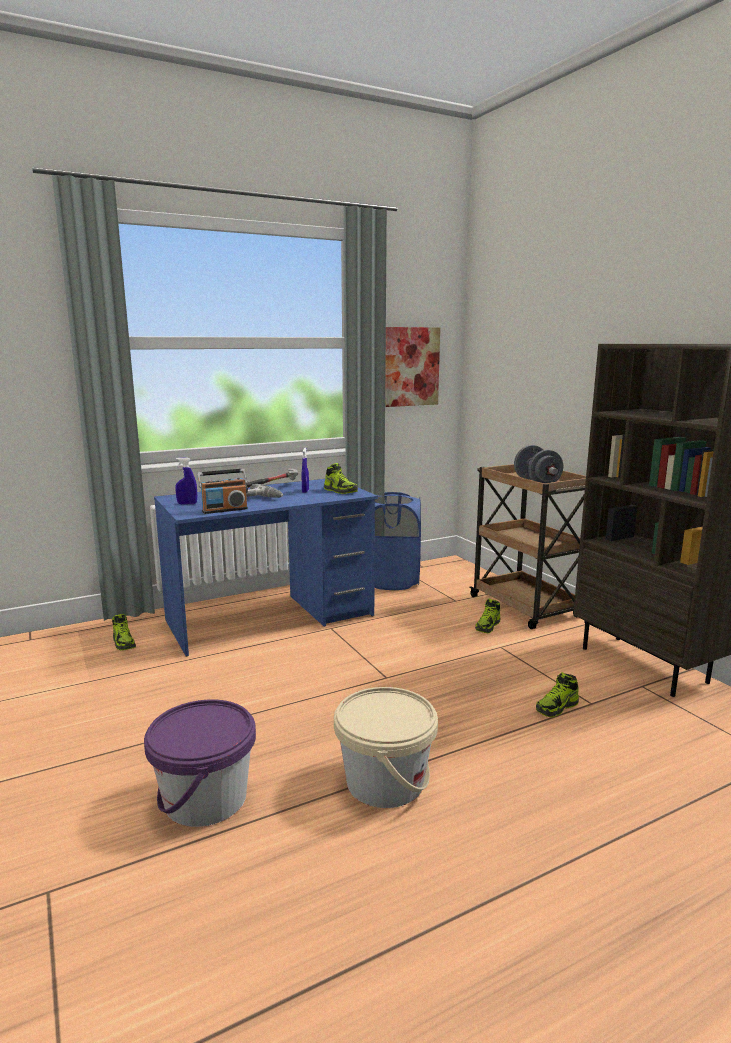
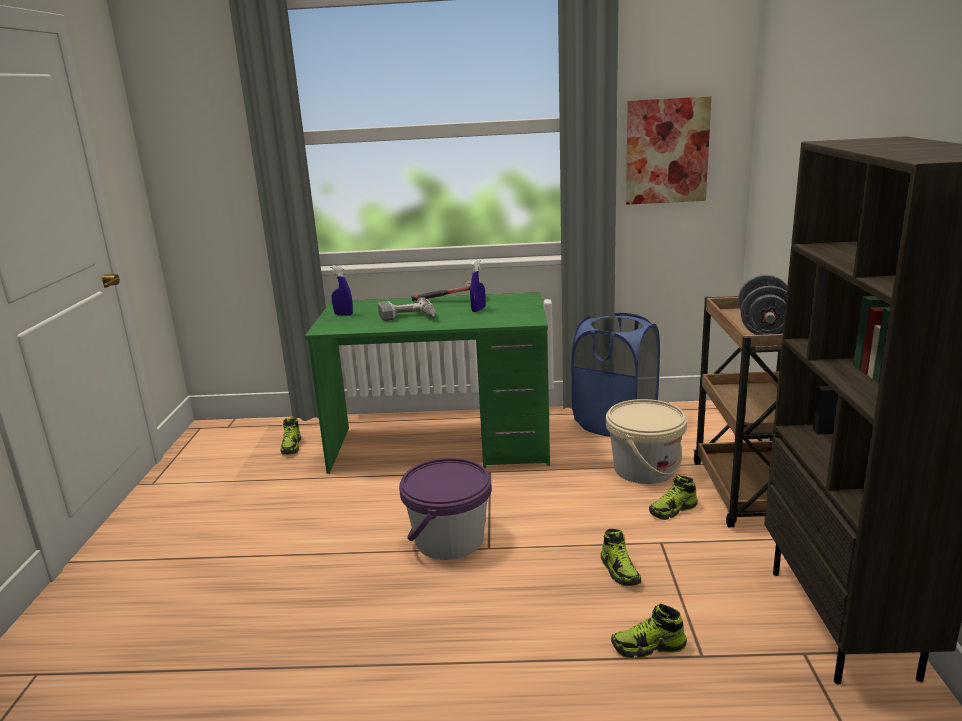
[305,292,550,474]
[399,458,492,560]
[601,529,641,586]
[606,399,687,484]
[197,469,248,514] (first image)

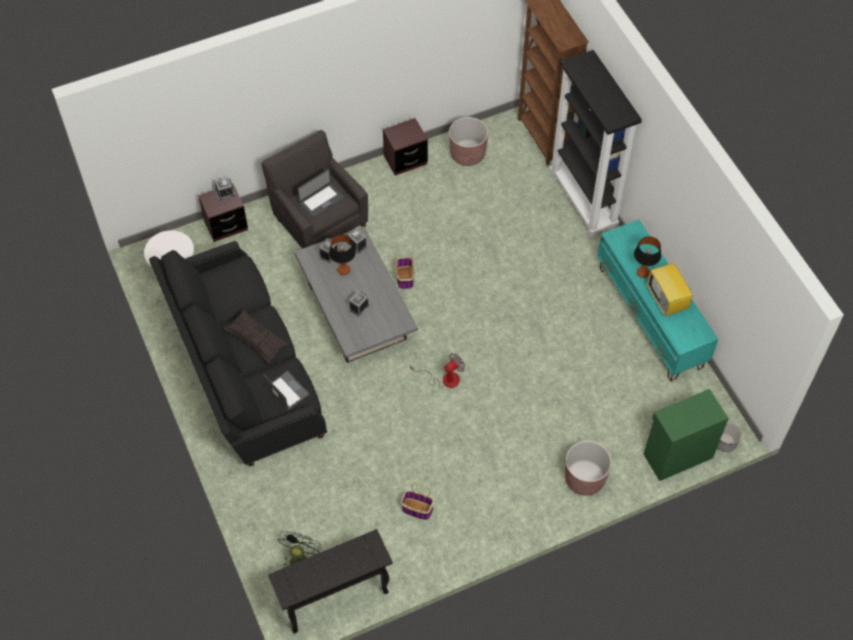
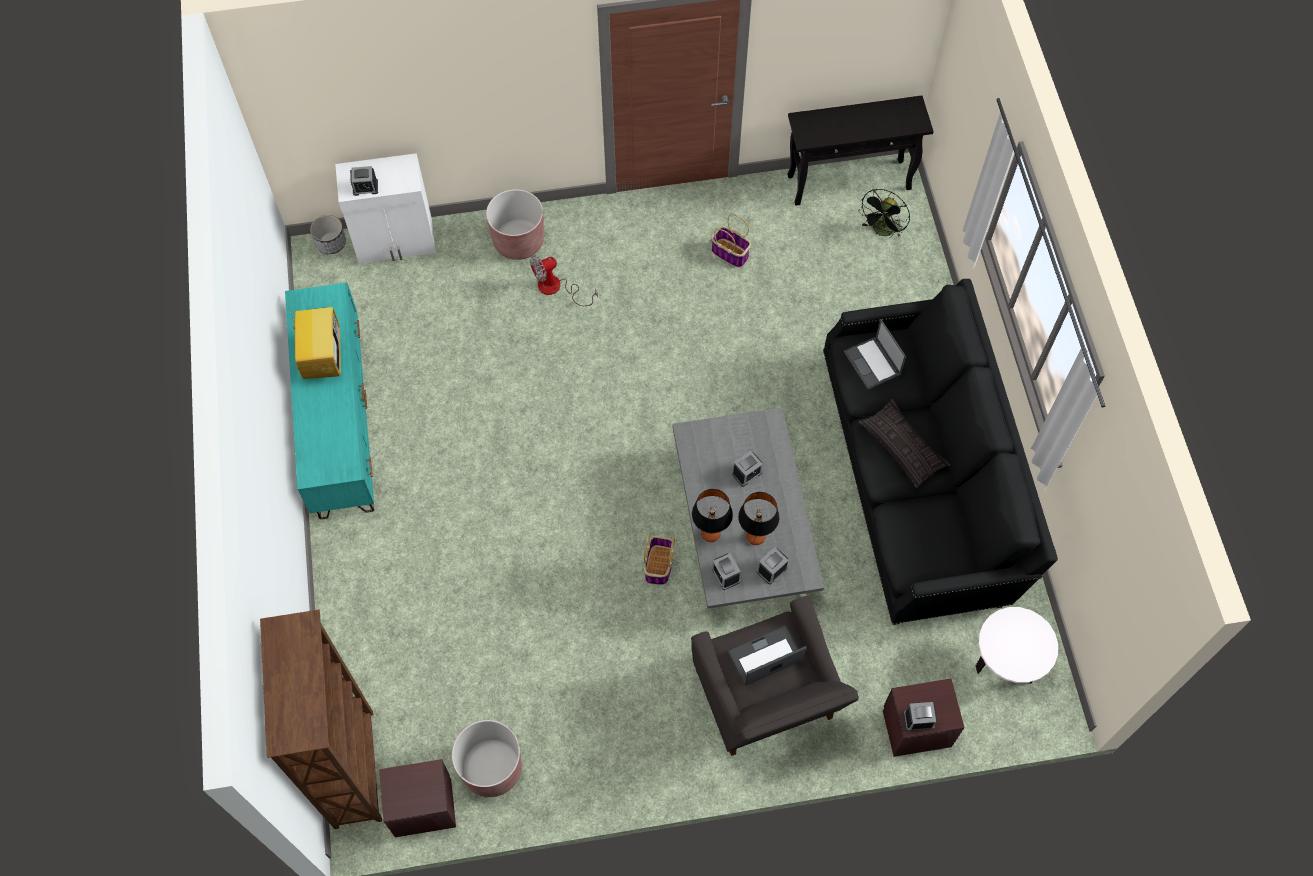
[335,153,436,263]
[350,166,378,196]
[379,759,456,837]
[530,255,598,306]
[692,489,733,542]
[549,50,642,239] (first image)

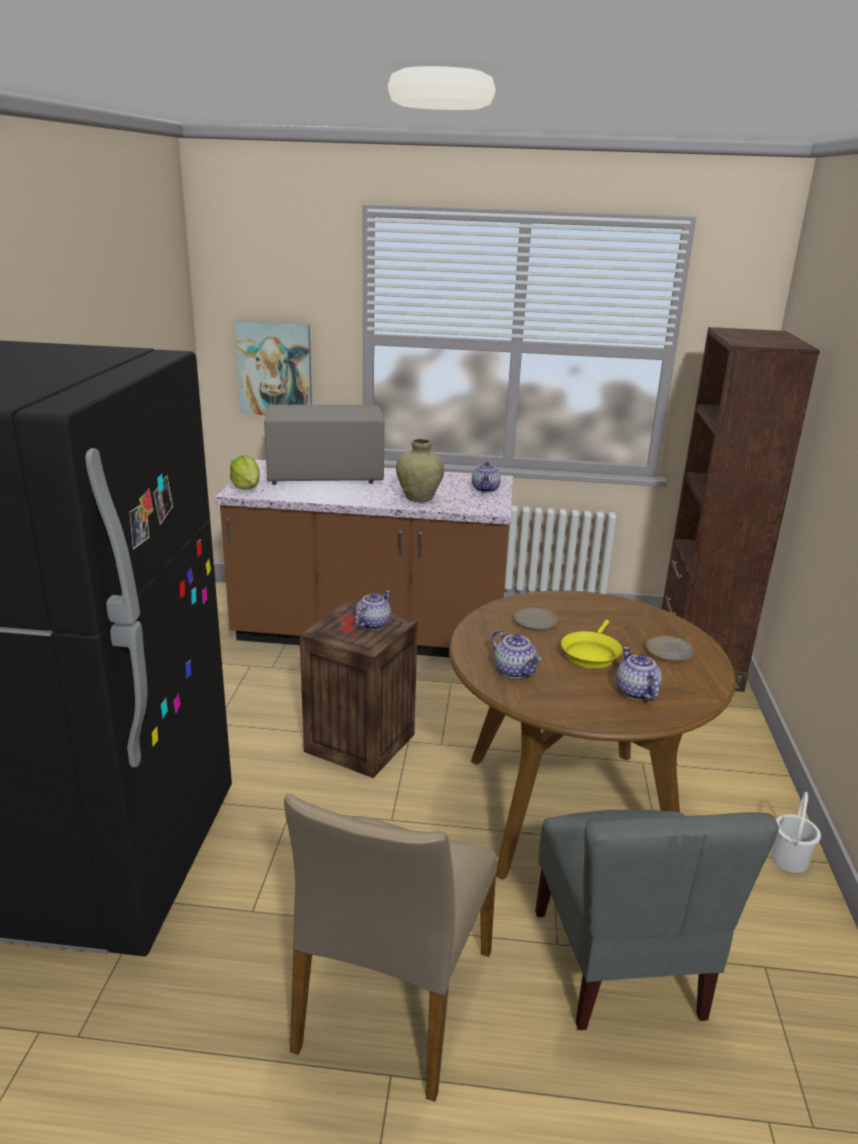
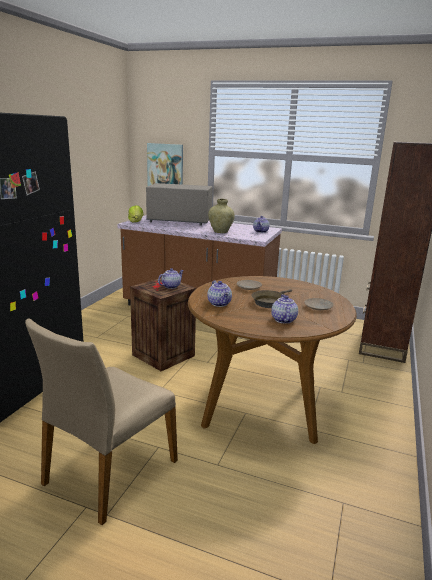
[251,289,292,308]
[535,810,779,1030] (first image)
[770,792,821,873] (first image)

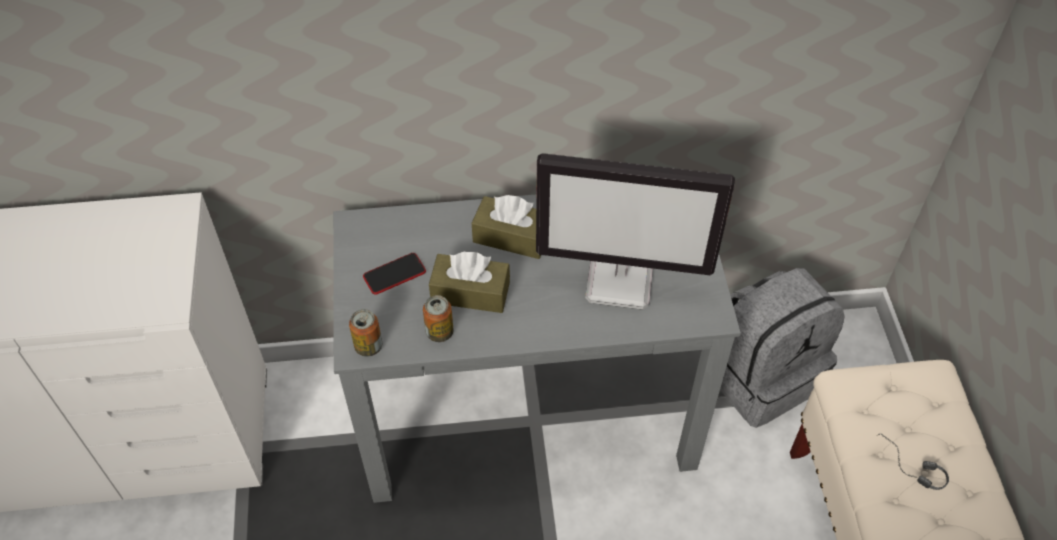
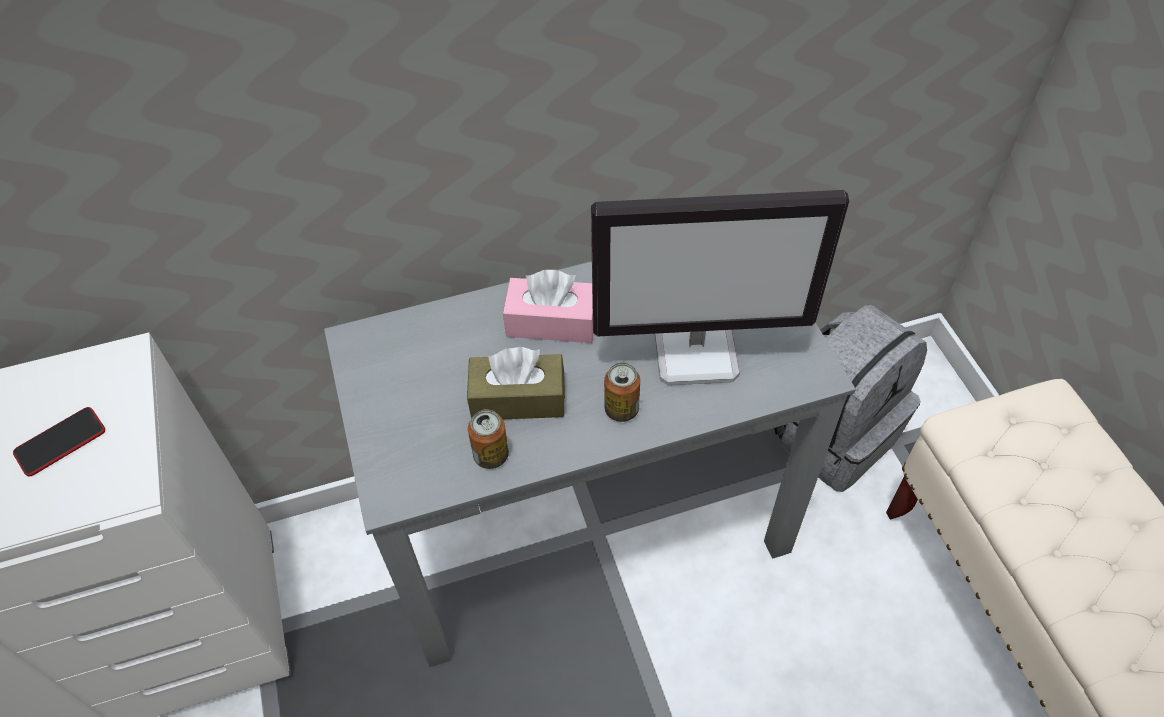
[13,407,105,476]
[503,270,594,343]
[604,363,640,422]
[878,433,949,490] (first image)

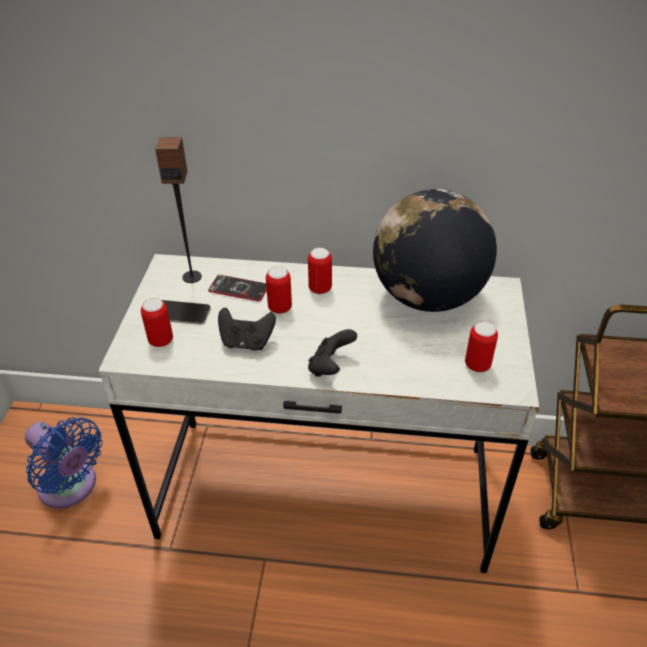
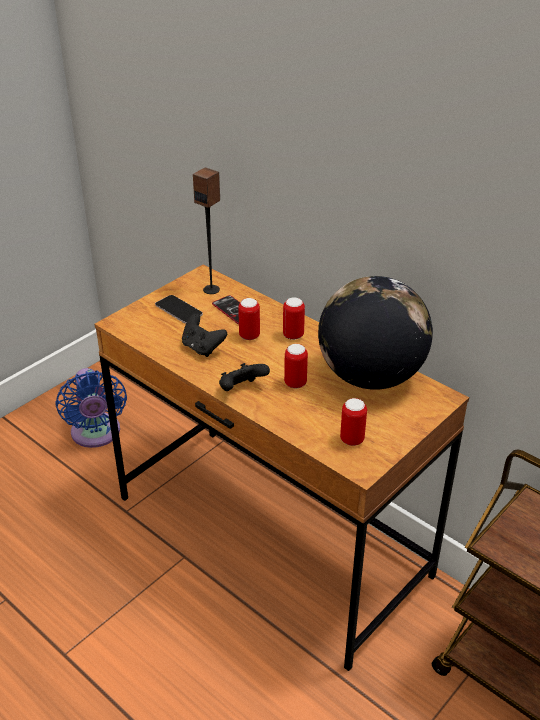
[94,264,469,671]
[284,344,308,388]

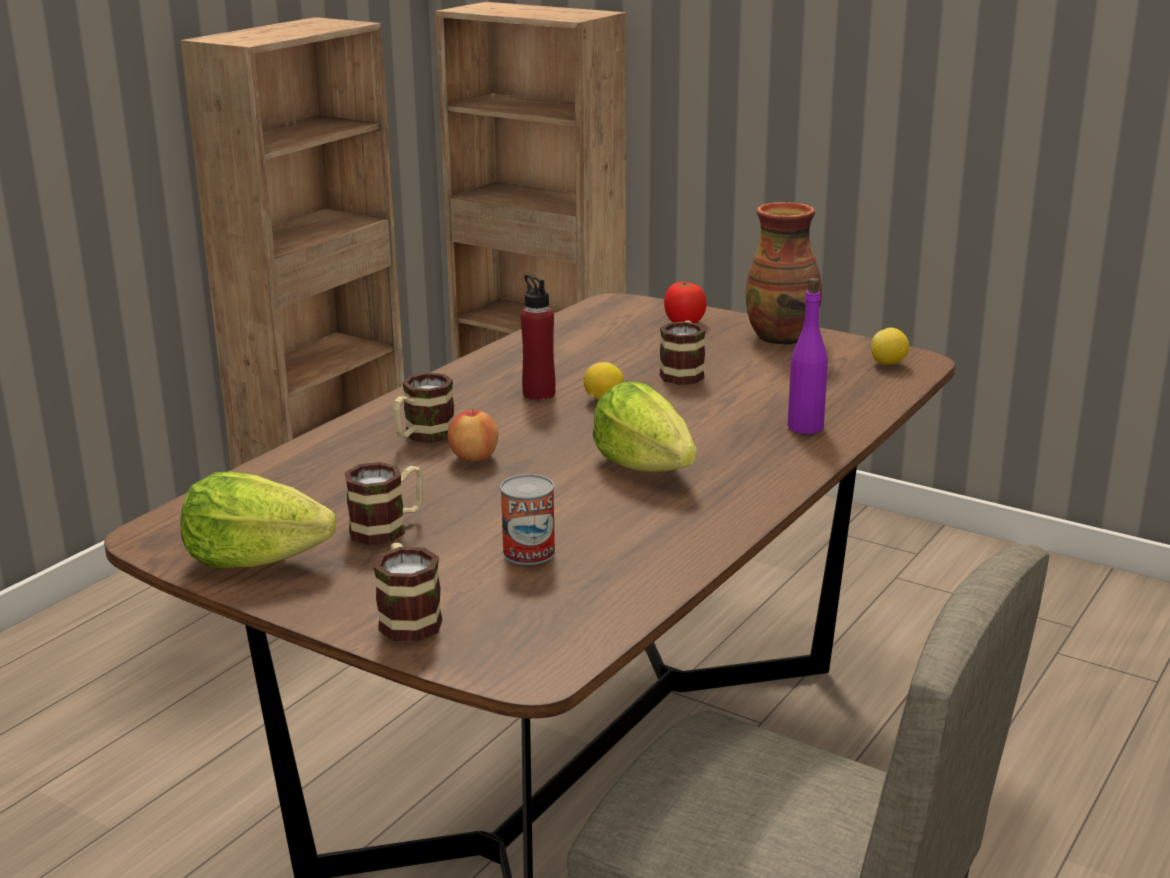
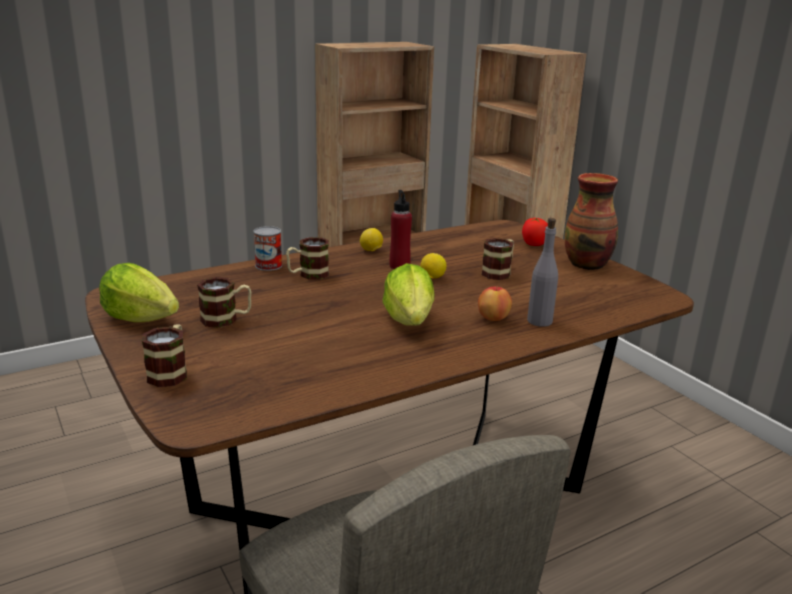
[253,226,282,271]
[360,228,383,251]
[478,285,512,321]
[527,218,558,327]

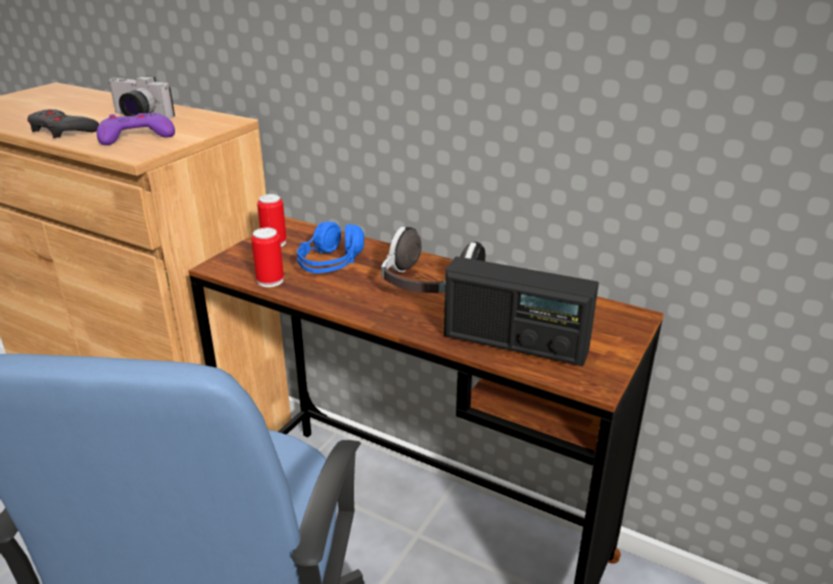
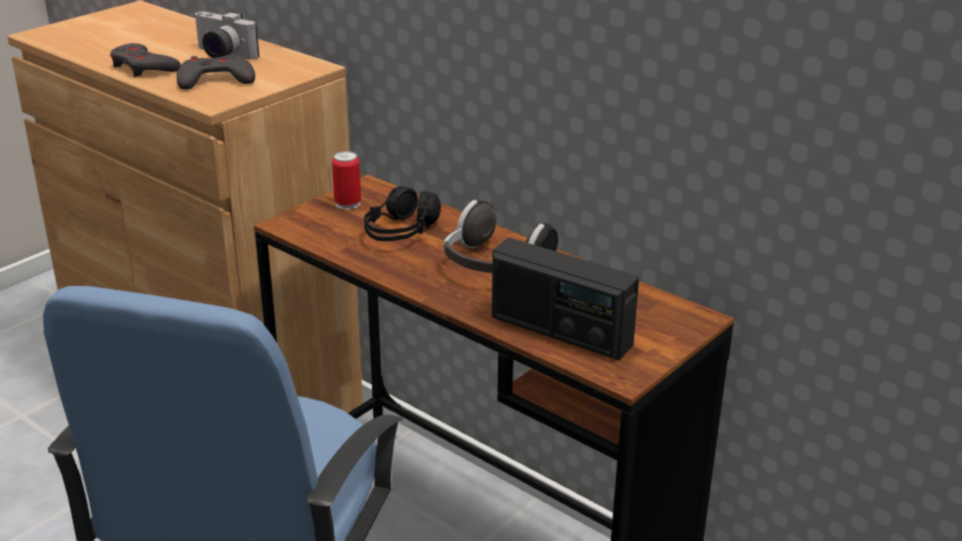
[177,55,255,89]
[364,186,441,241]
[251,228,284,287] (first image)

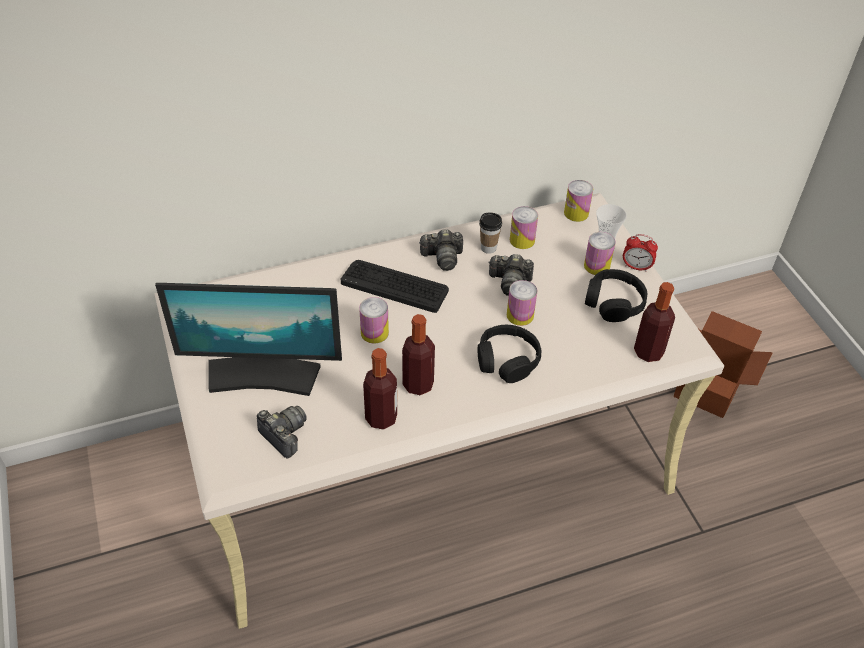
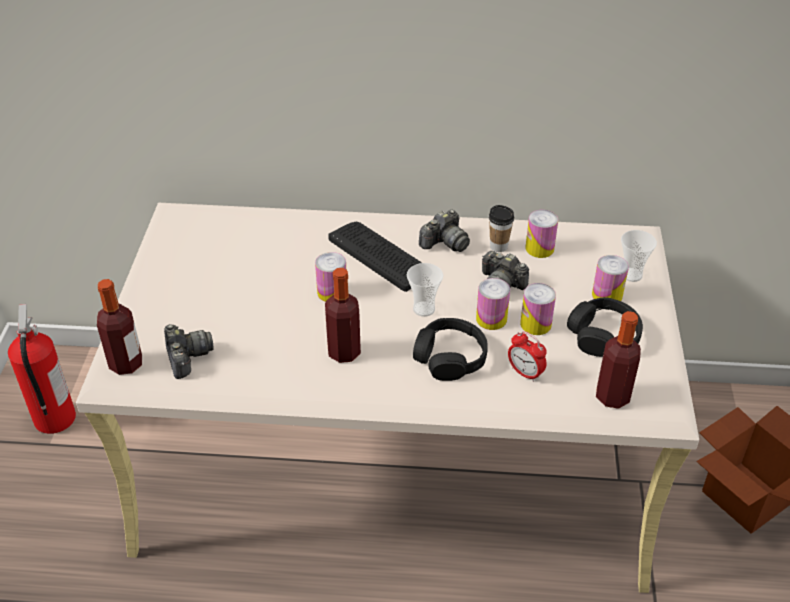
[8,304,76,434]
[97,279,142,375]
[407,263,443,317]
[419,209,470,252]
[508,331,547,382]
[520,283,556,335]
[155,283,342,396] (first image)

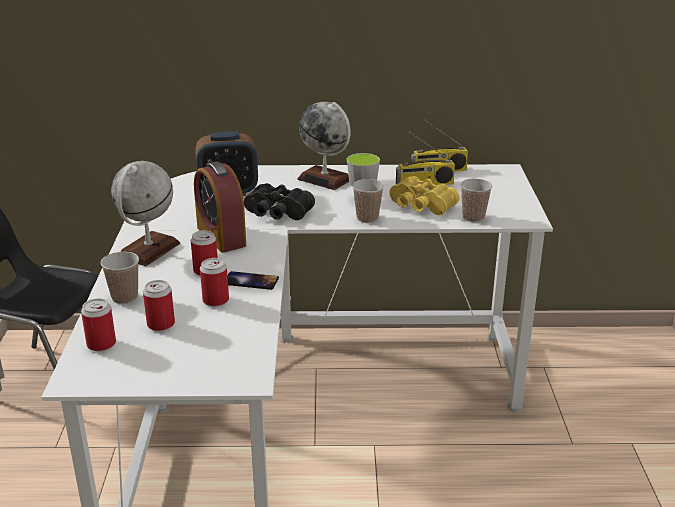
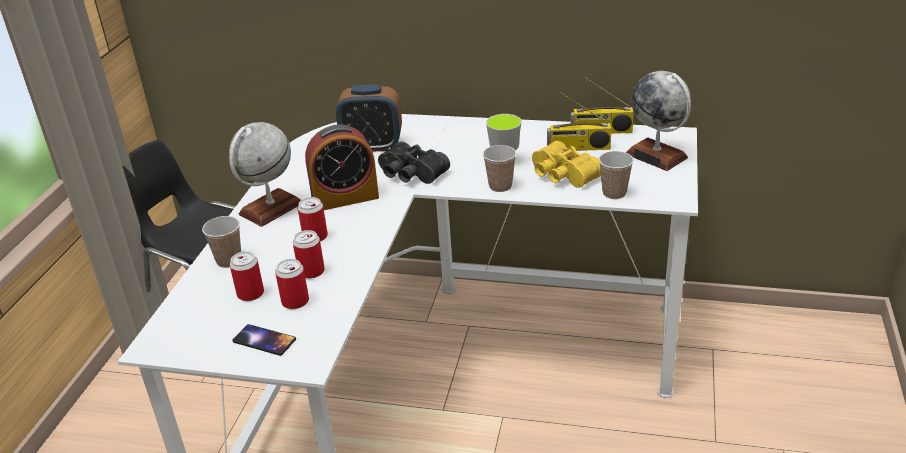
[232,324,296,356]
[275,259,309,309]
[305,124,379,210]
[626,71,691,171]

